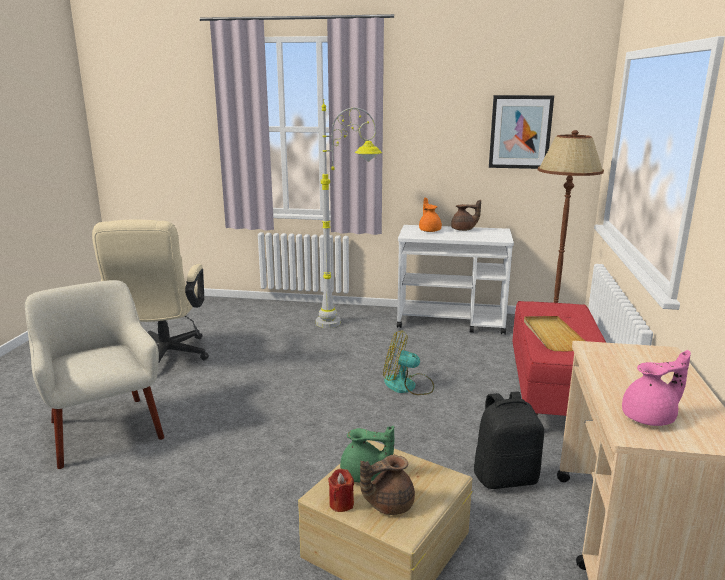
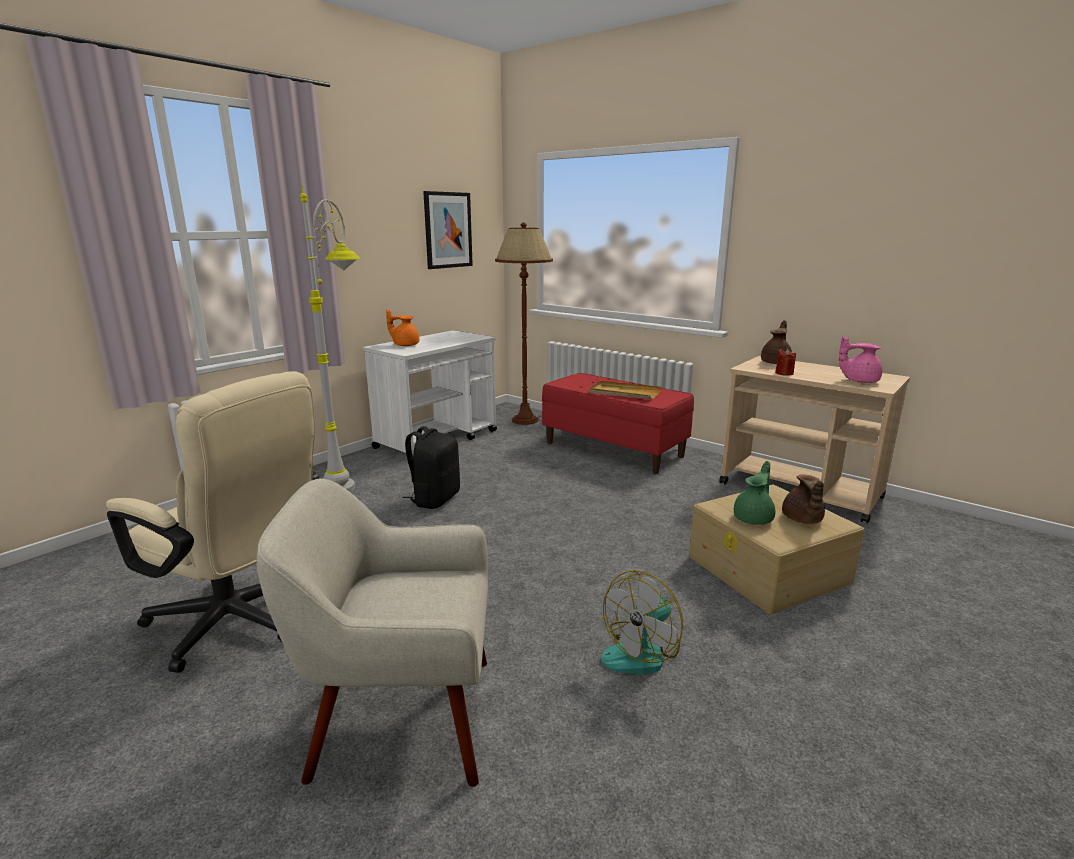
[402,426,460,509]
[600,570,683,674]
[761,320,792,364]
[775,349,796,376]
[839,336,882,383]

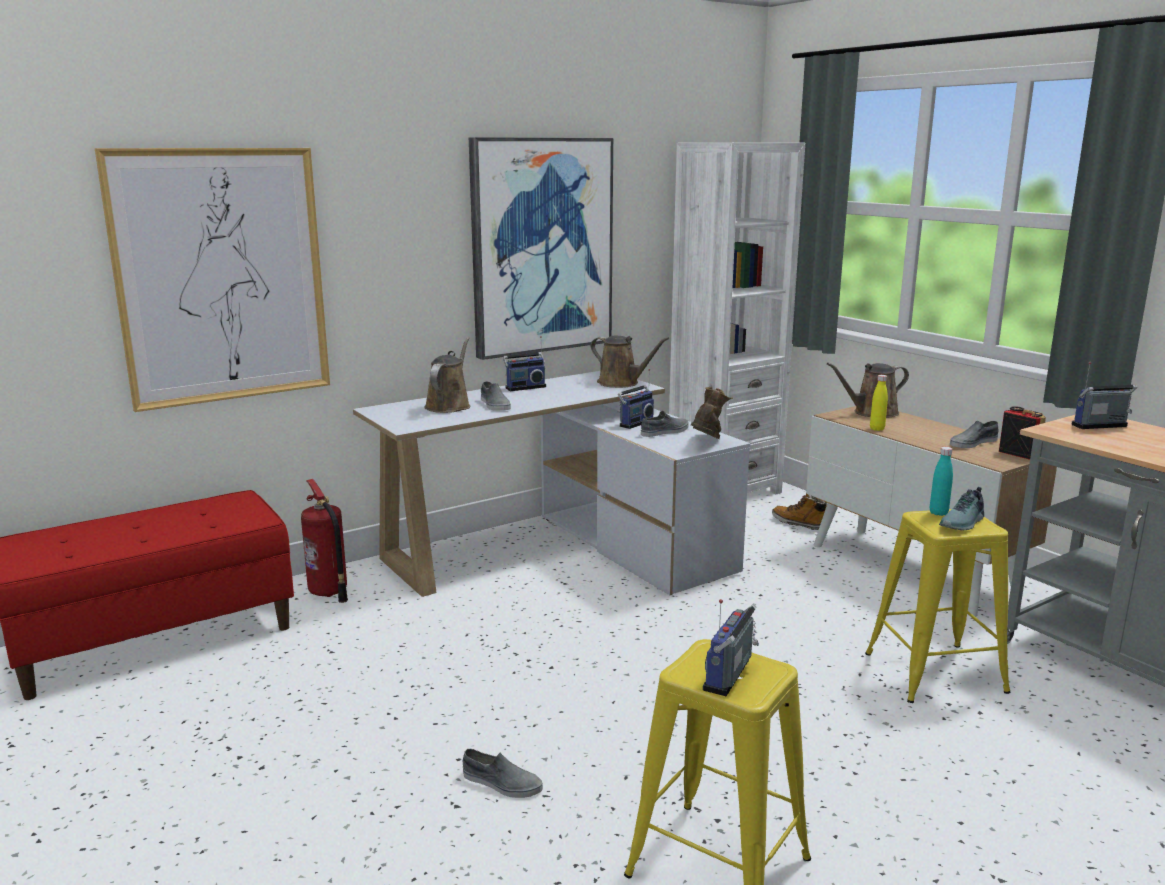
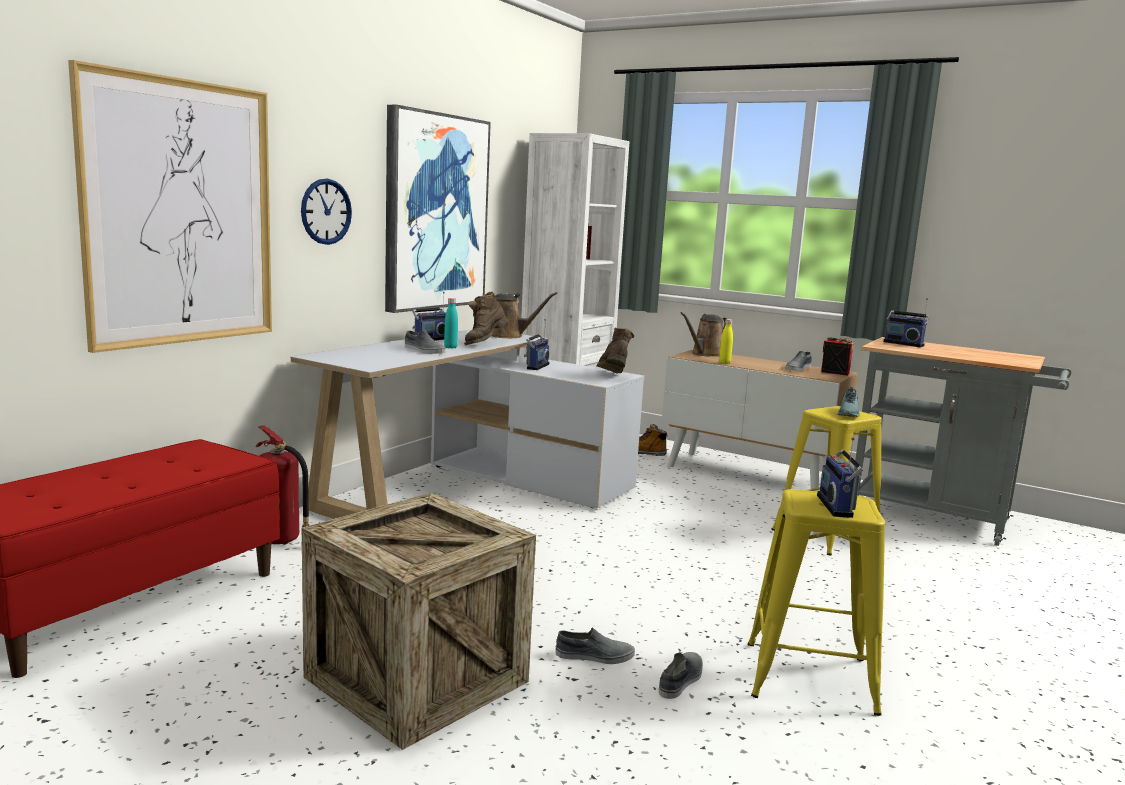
[301,179,352,245]
[302,493,536,750]
[444,298,458,349]
[464,291,509,345]
[659,652,703,699]
[883,298,930,347]
[424,337,471,413] (first image)

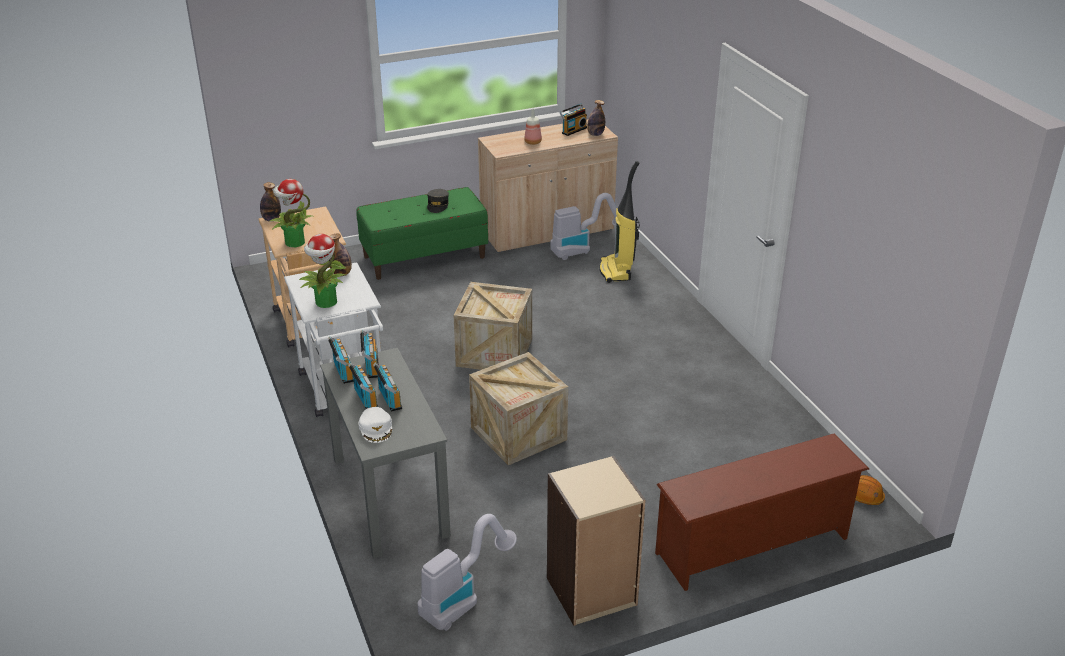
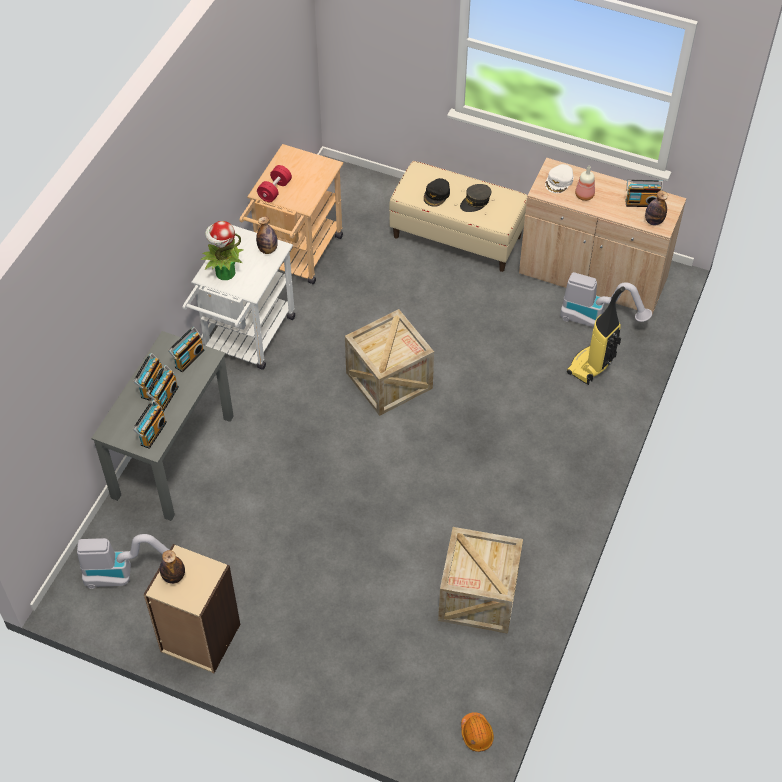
[133,400,167,449]
[159,550,185,584]
[257,165,292,202]
[389,161,527,272]
[424,178,450,207]
[438,527,523,634]
[545,164,573,193]
[655,433,869,591] (first image)

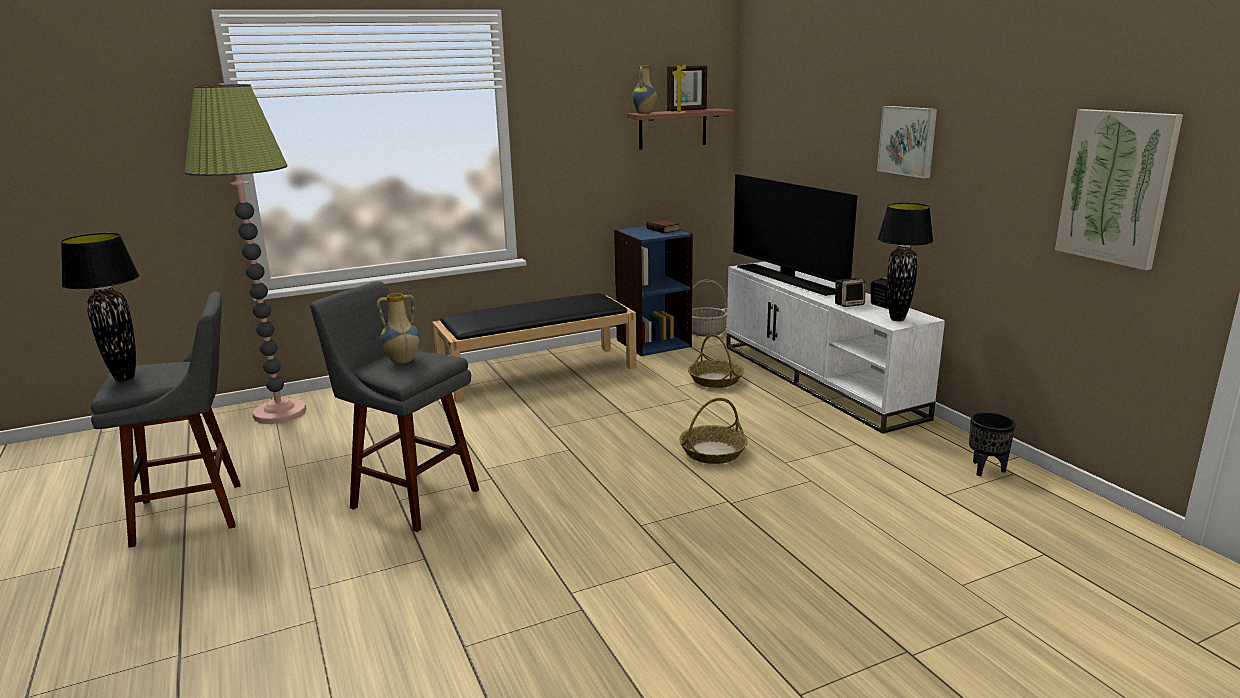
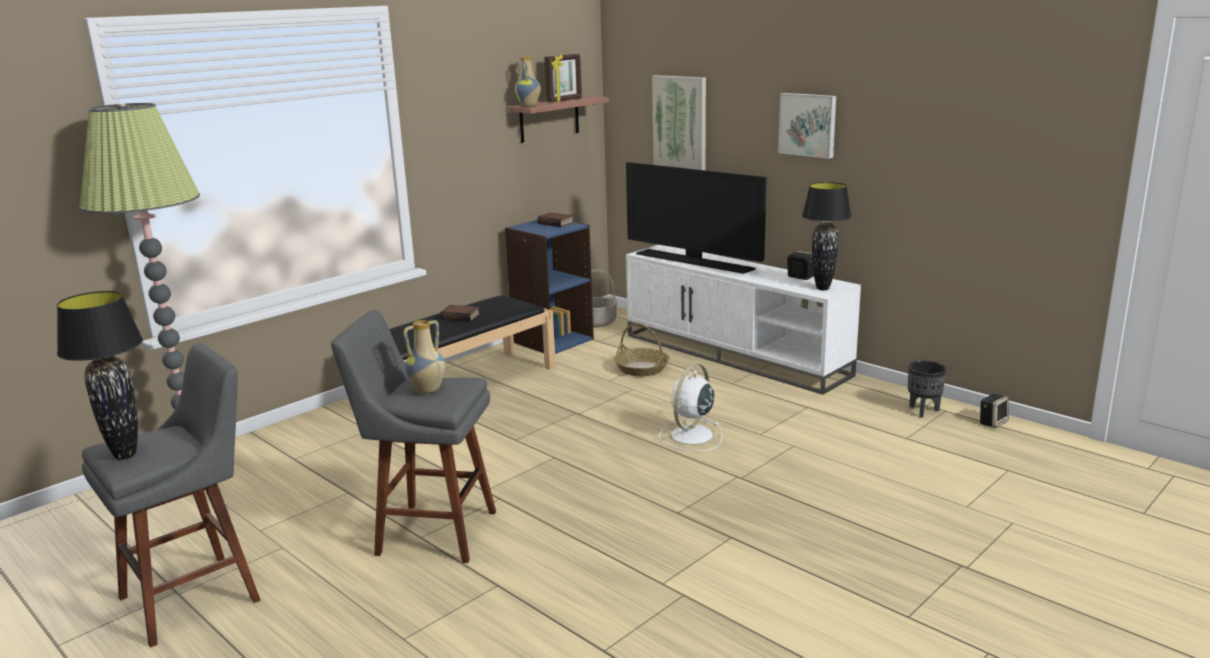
[440,305,480,322]
[652,75,706,171]
[659,363,722,451]
[980,394,1009,428]

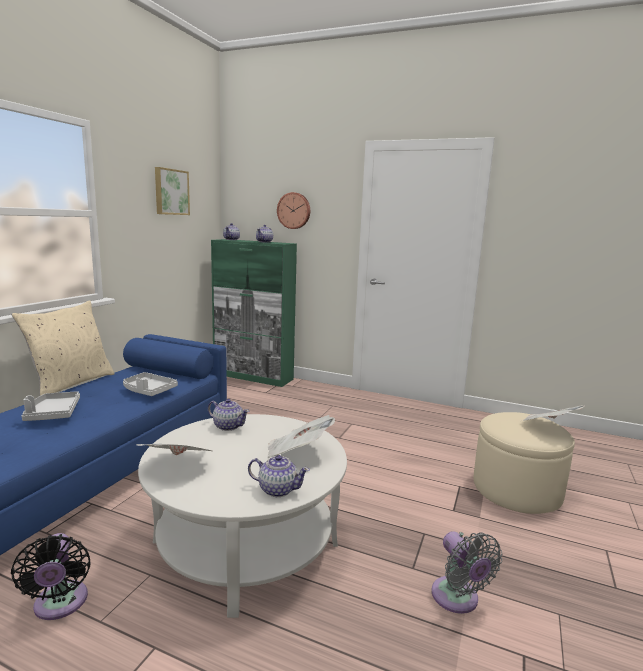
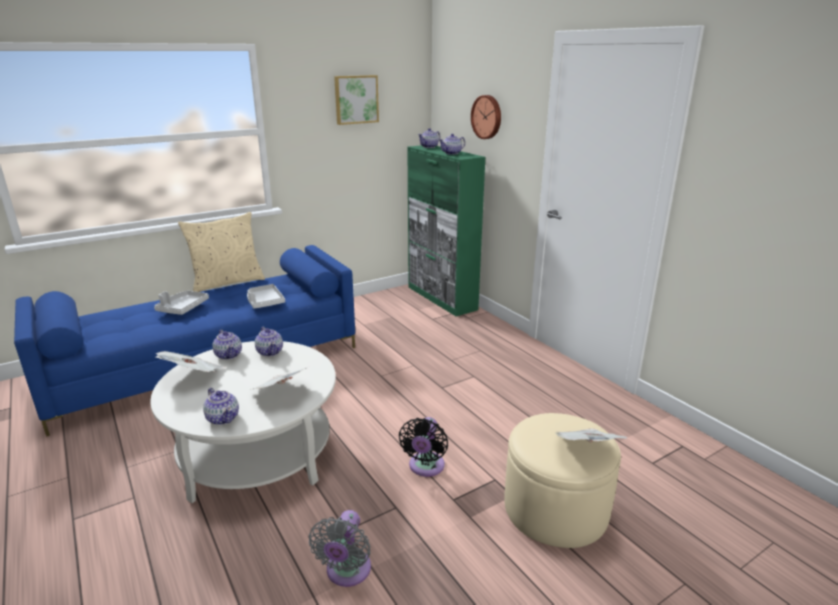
[213,330,242,360]
[399,417,448,477]

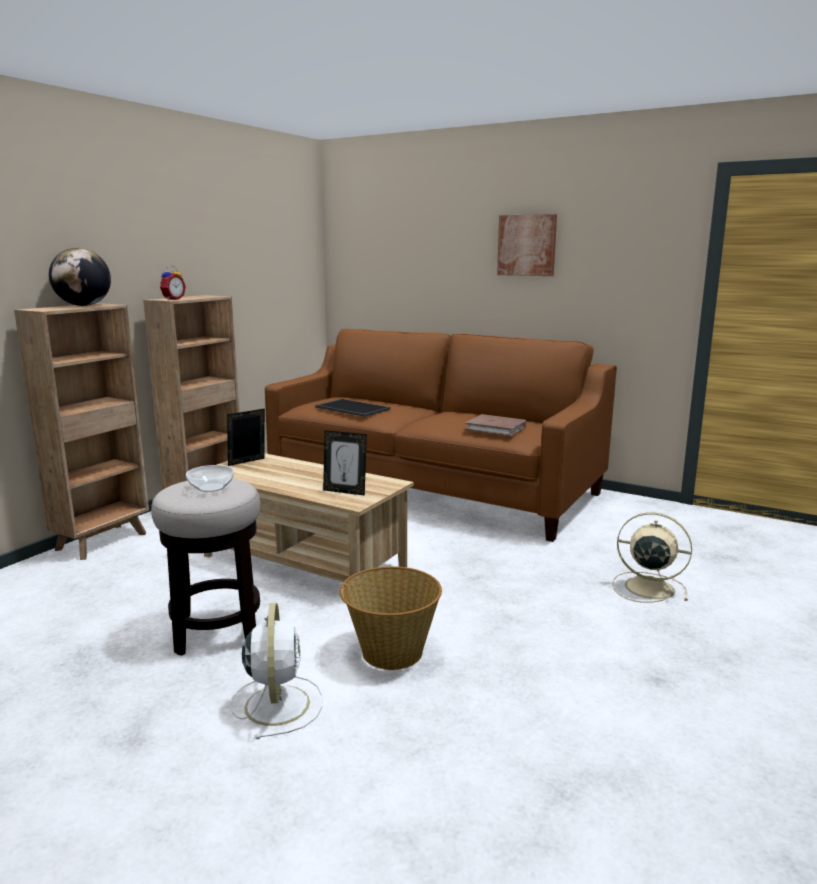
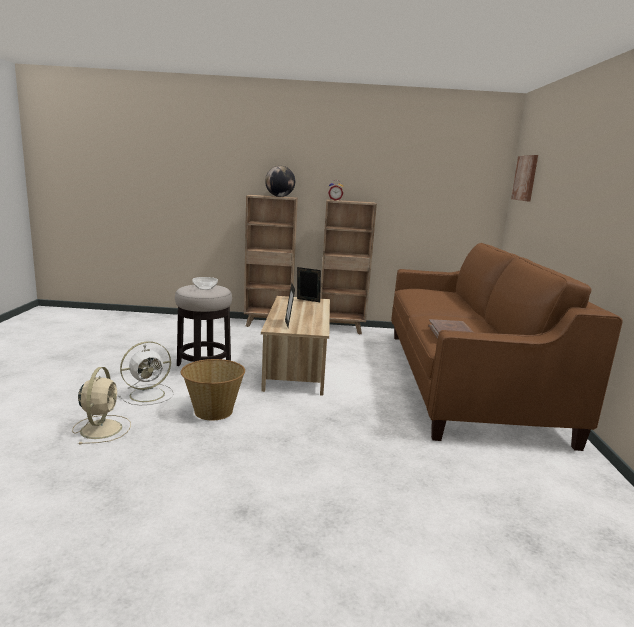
[72,367,131,444]
[511,155,538,202]
[315,399,390,417] (first image)

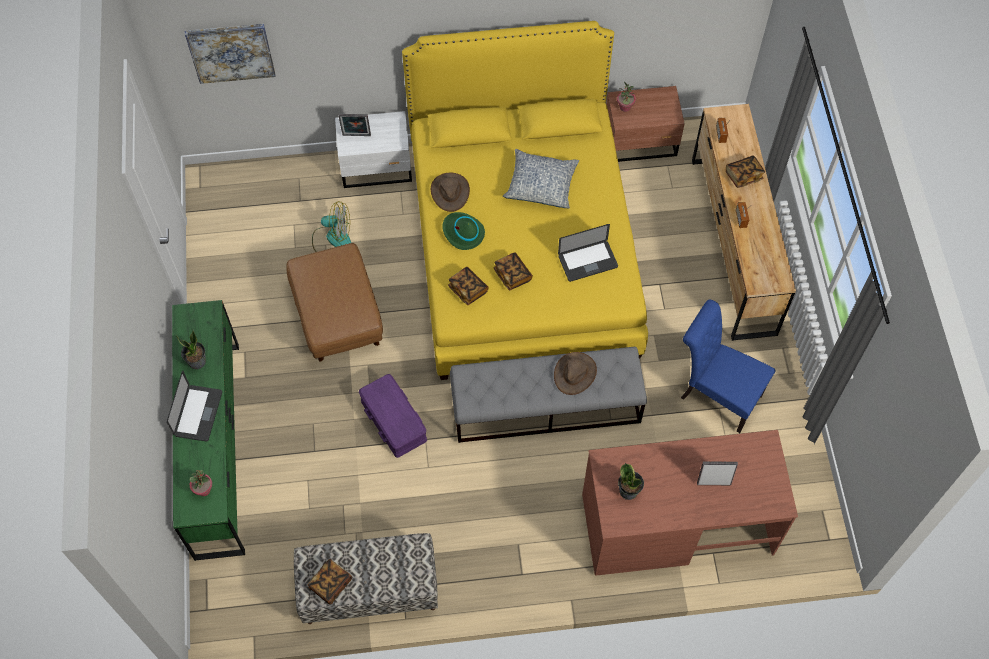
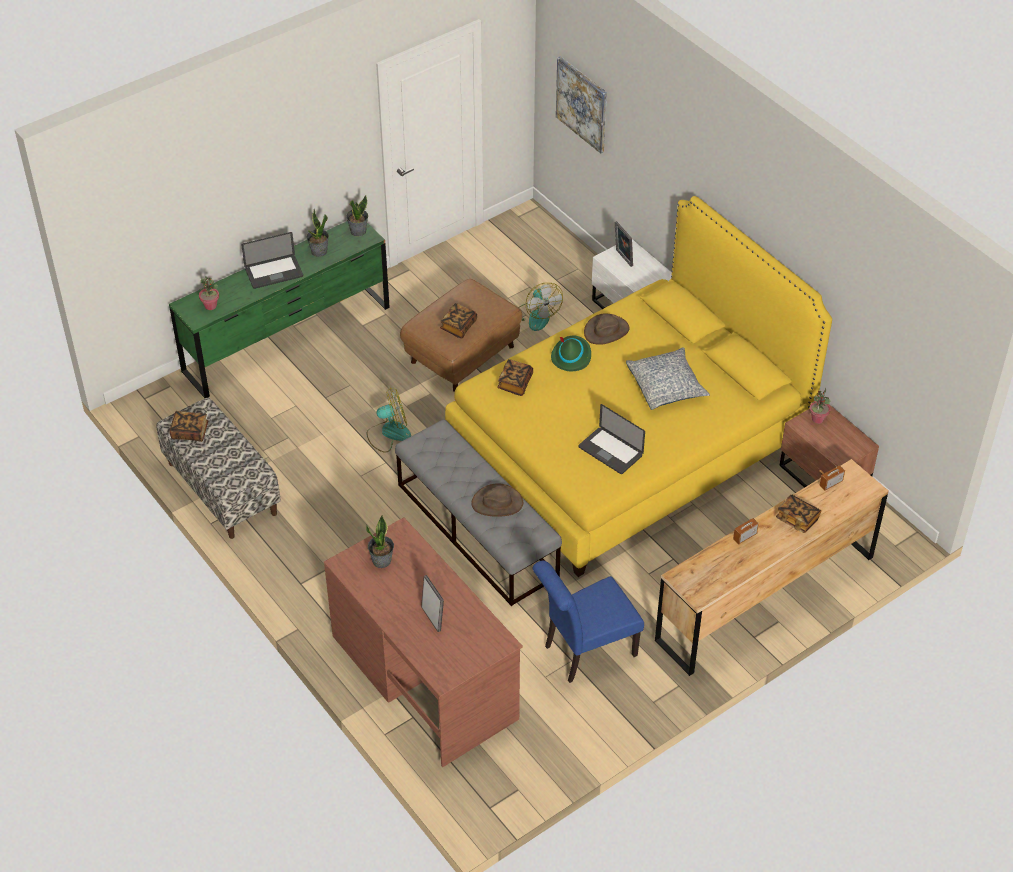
[346,195,368,237]
[366,388,411,453]
[440,303,477,338]
[533,560,644,683]

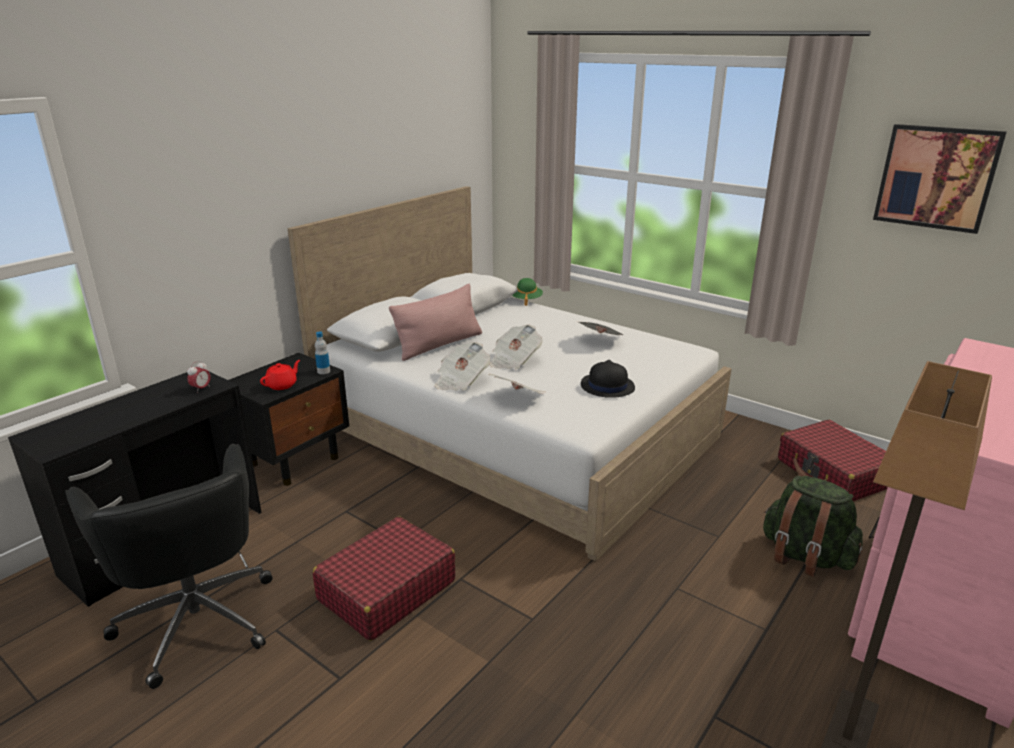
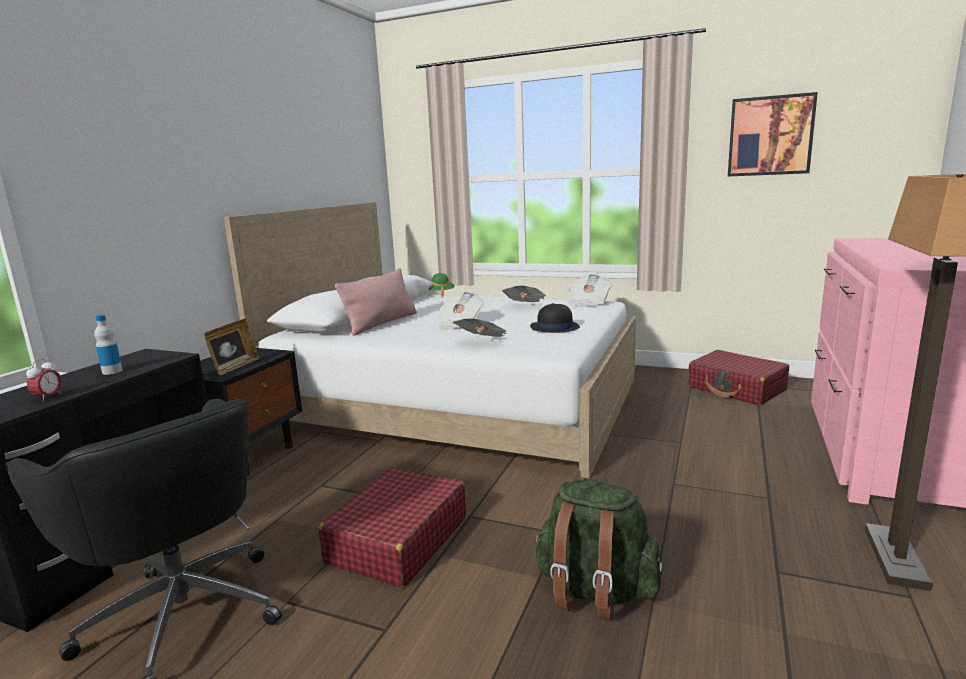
[26,359,62,402]
[94,314,123,375]
[204,319,260,375]
[534,480,663,620]
[569,274,613,307]

